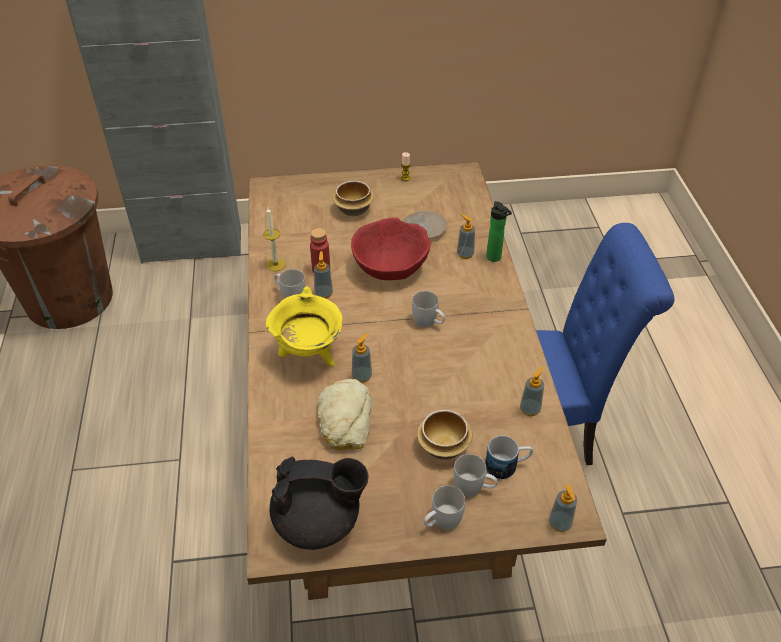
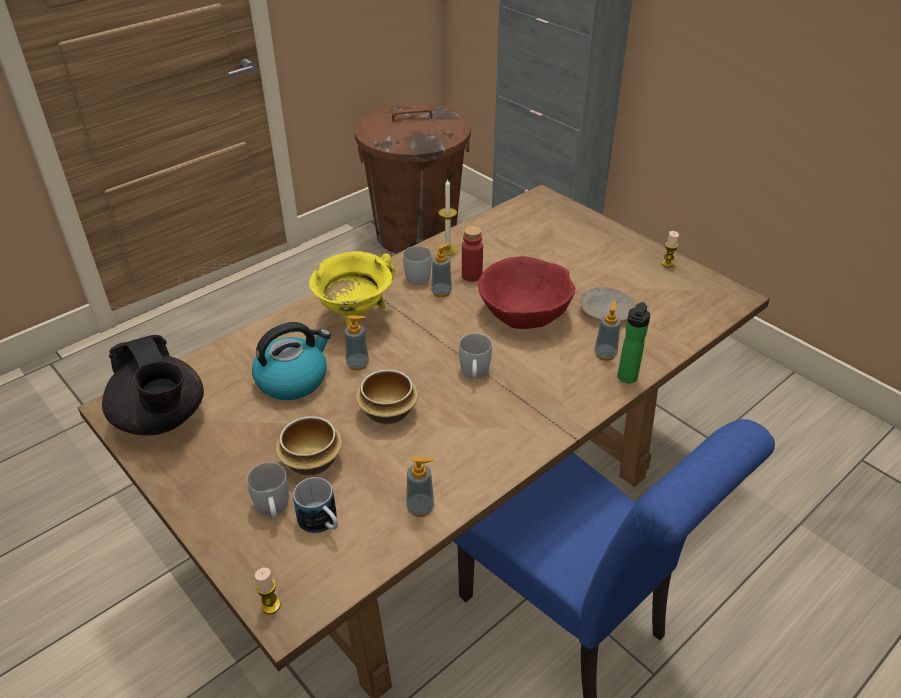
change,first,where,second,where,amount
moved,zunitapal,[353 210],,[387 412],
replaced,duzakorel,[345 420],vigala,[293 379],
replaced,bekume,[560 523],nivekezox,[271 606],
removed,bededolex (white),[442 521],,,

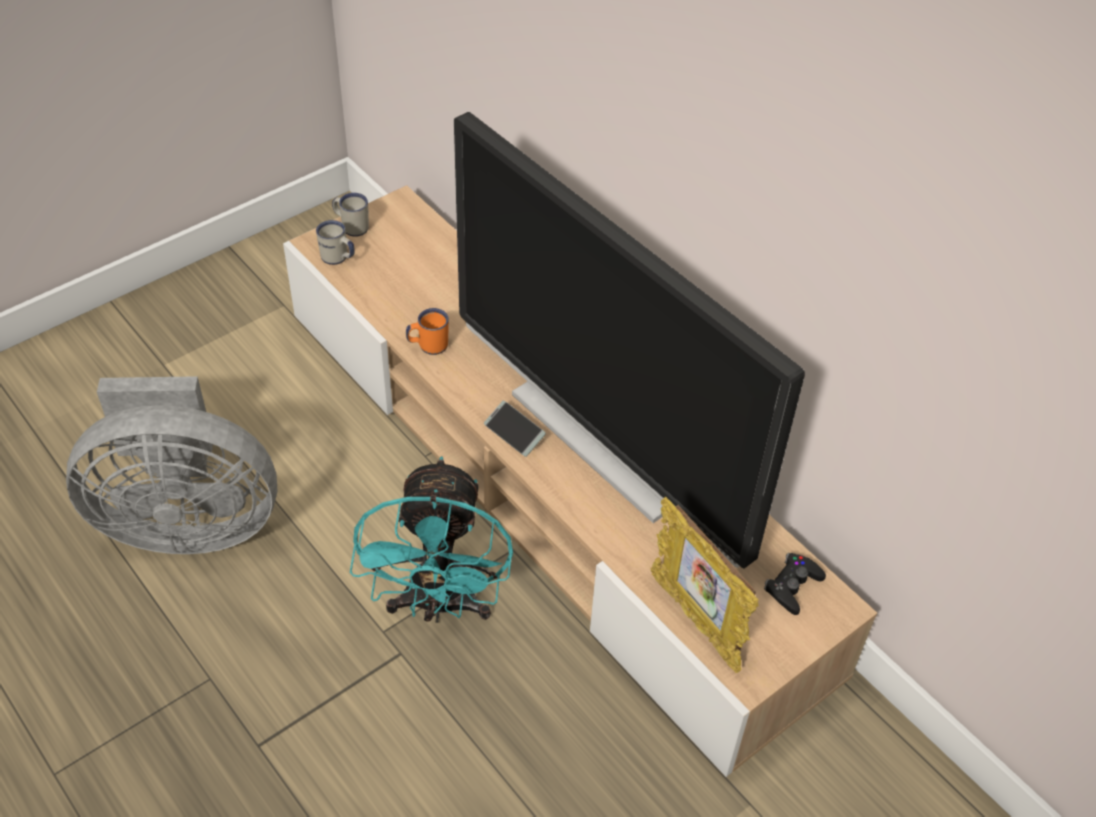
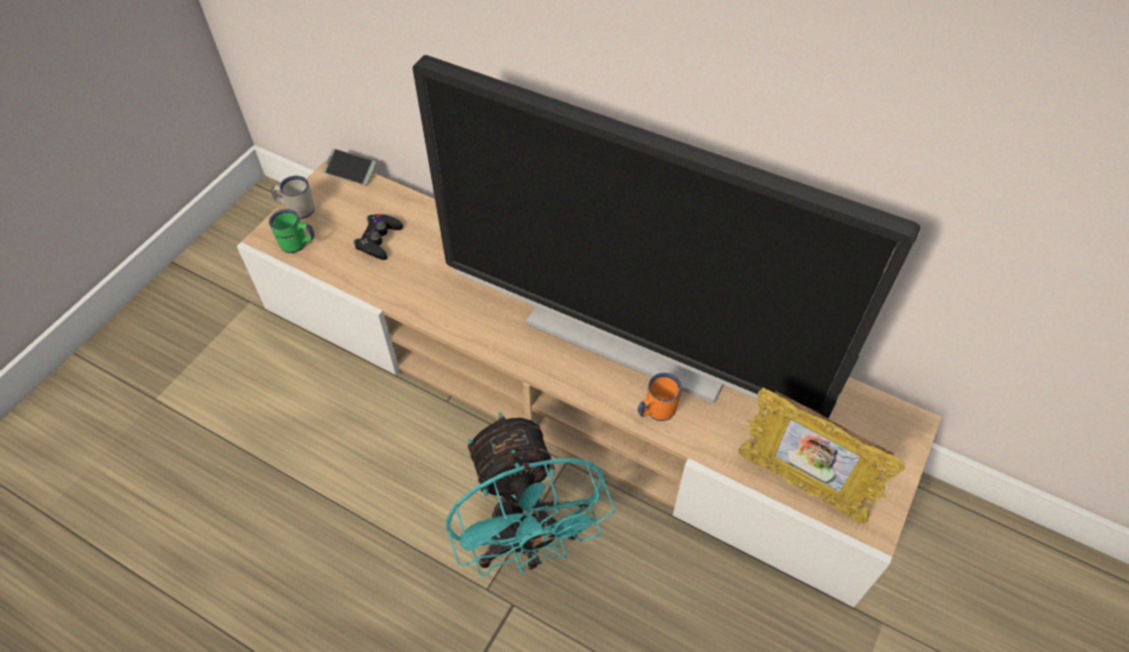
change,first,where,second,where,amount
recoloured,bededolex (white),[338 258],bededolex (green),[298 244],
moved,bededolex (orange),[428 345],,[655 411],
removed,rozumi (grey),[186 521],,,
moved,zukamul,[514 433],,[350 171],
moved,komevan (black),[792 586],,[379 240],

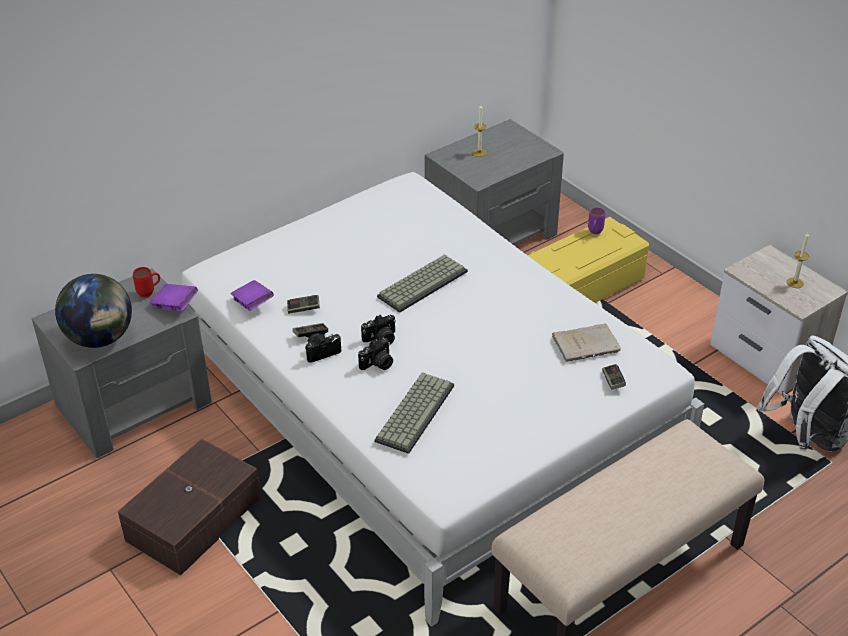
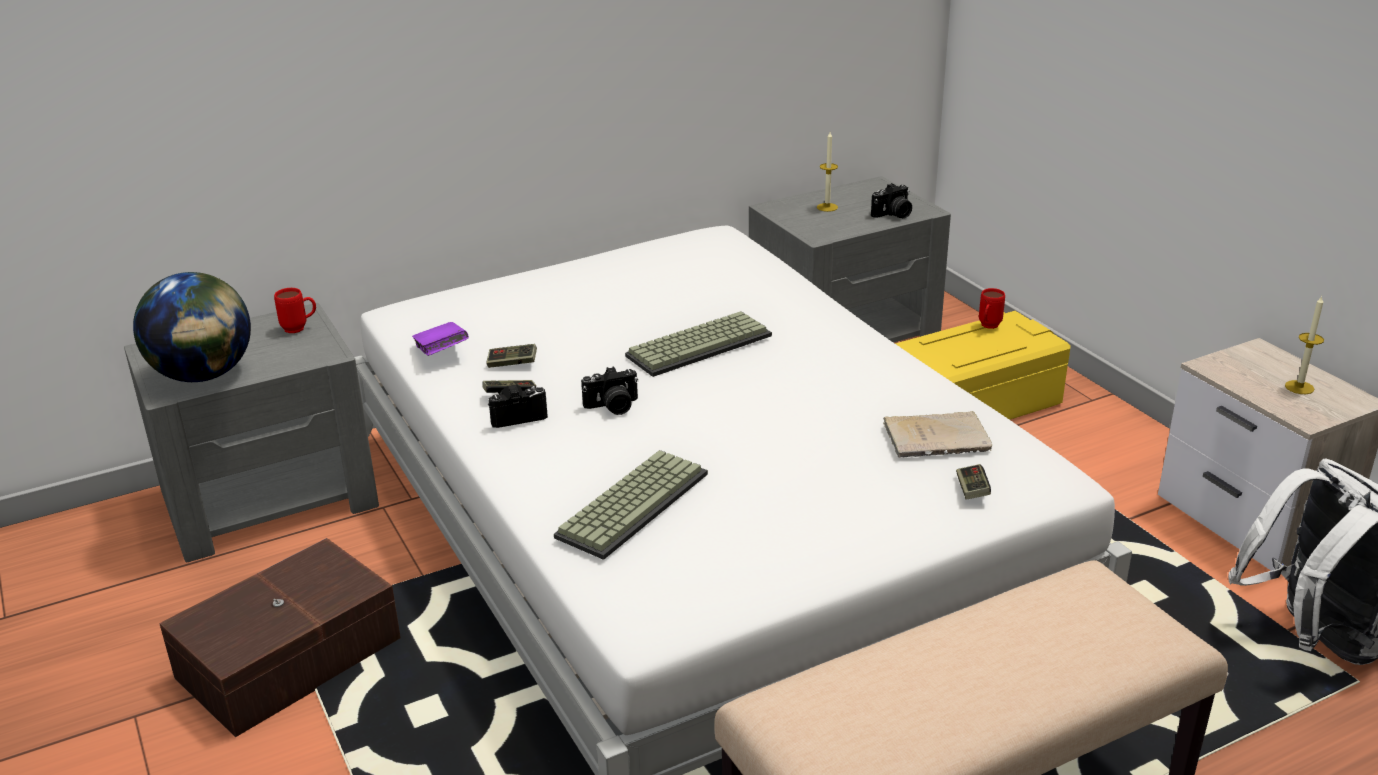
change,first,where,second,where,amount
recoloured,bededolex (purple),[594 233],bededolex (red),[988 327],
removed,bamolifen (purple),[175 306],,,
moved,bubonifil,[378 364],,[893 215],

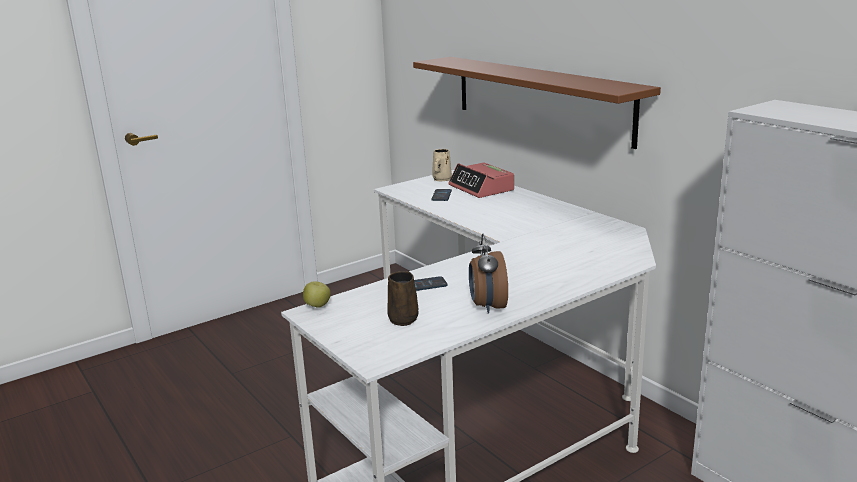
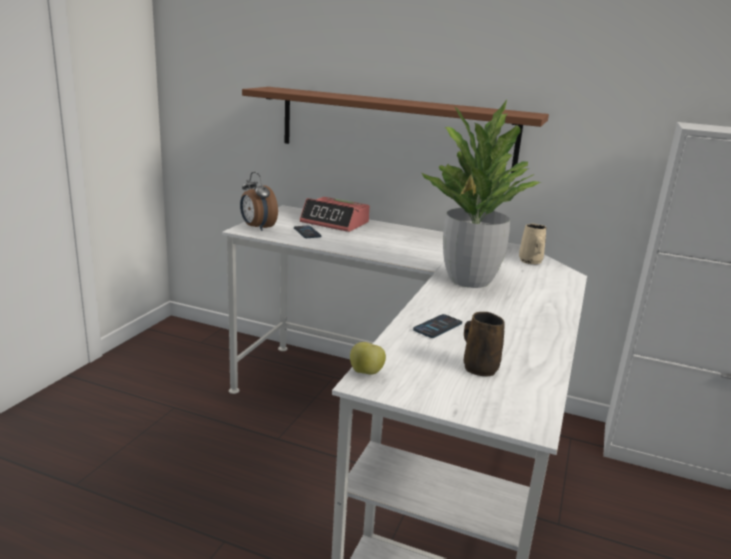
change,first,where,second,where,amount
moved,bededolex (beige),[441 179],,[530 262],
moved,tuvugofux,[487 306],,[257 228],
added,,,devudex,[469 280],

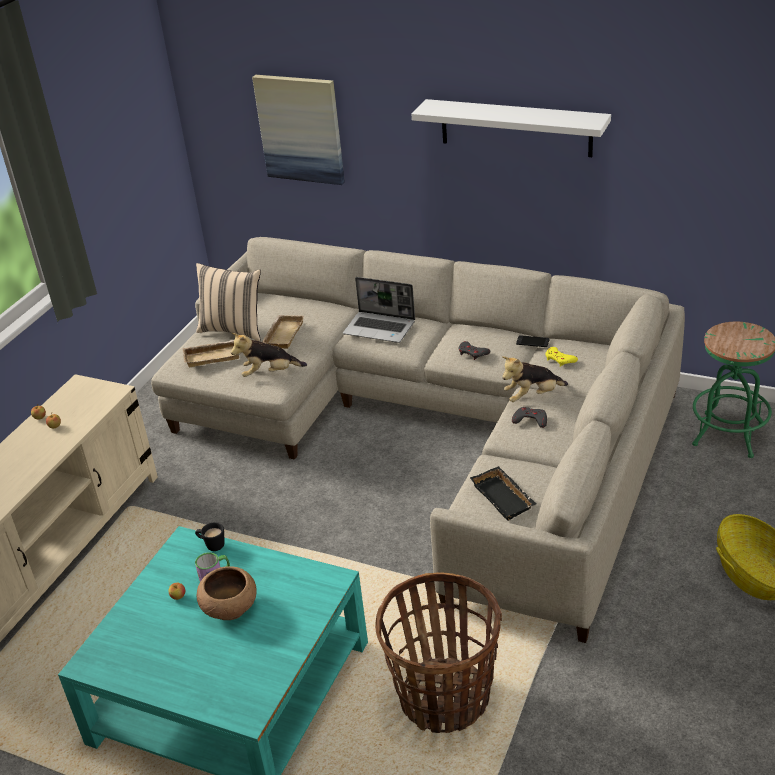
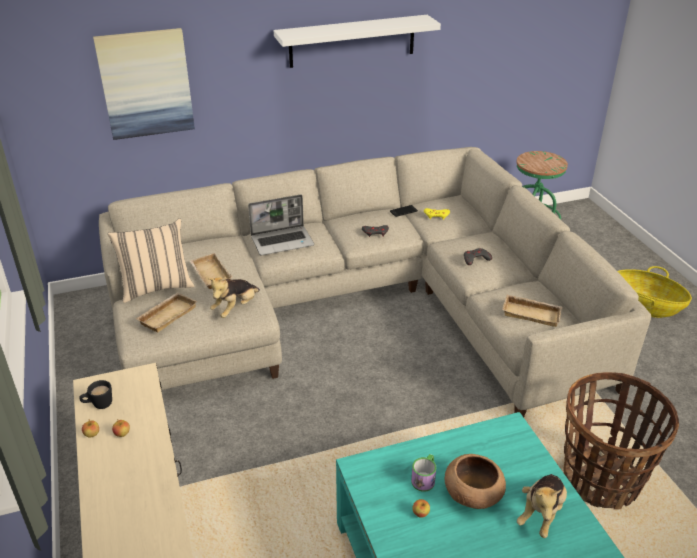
change,first,where,second,where,amount
moved,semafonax,[532 396],,[541 513],
recoloured,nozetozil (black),[505 497],nozetozil (beige),[532 313],
moved,bededolex (black),[212 545],,[98 405],

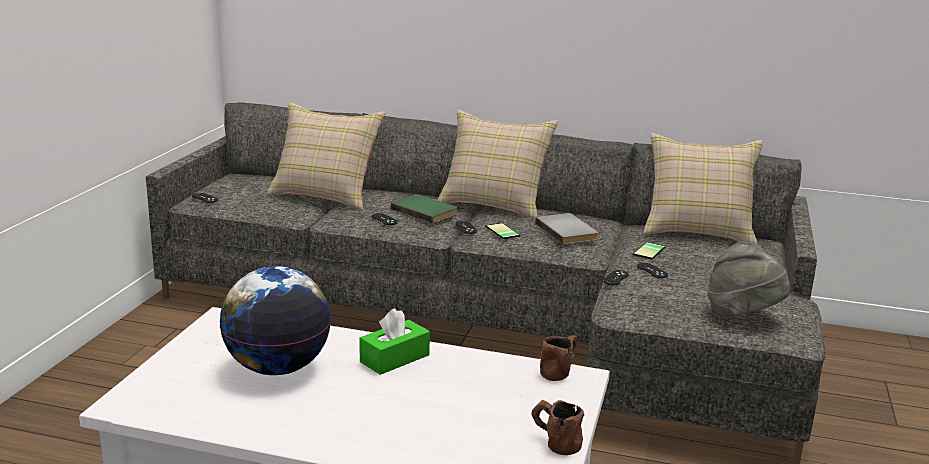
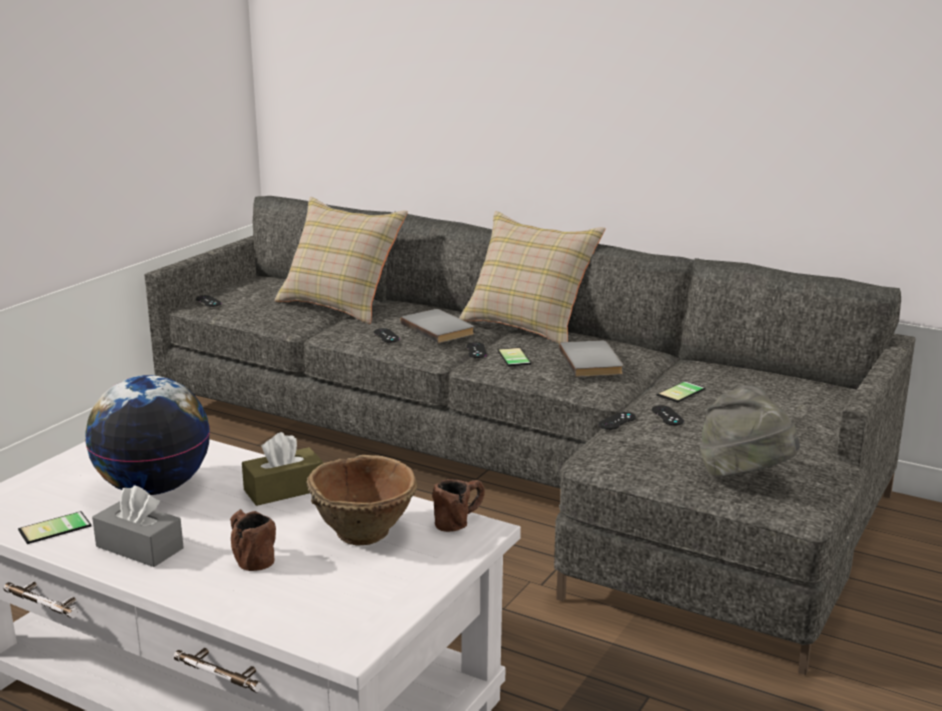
change,first,where,second,where,amount
removed,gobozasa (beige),[698 230],,,
recoloured,bamolifen (green),[425 211],bamolifen (grey),[439 328],
recoloured,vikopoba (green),[394 358],vikopoba (brown),[284 490],
moved,bededolex (brown),[554 442],,[249 557],
added,,,zunitapal (brown),[364 531],
added,,,vikopoba (grey),[139 547],
added,,,zukamul,[56 529],

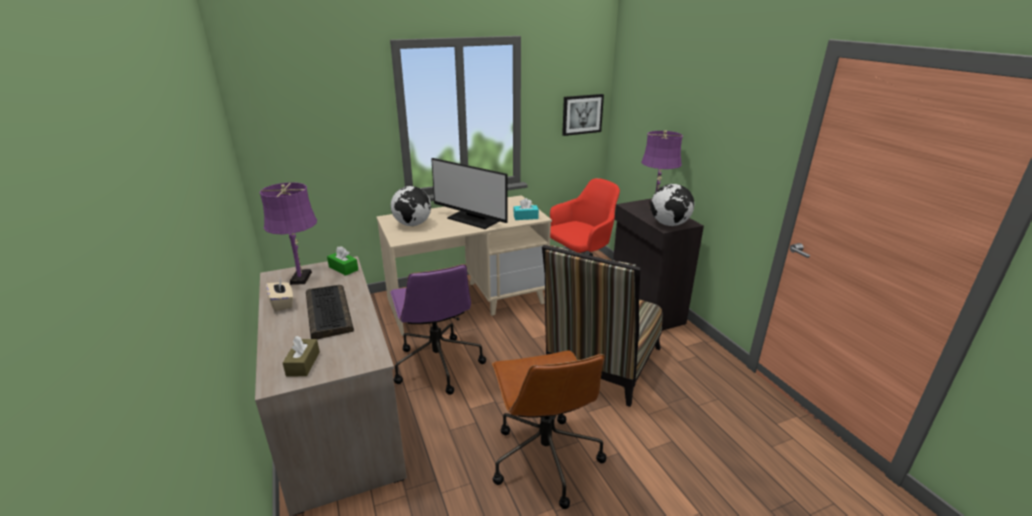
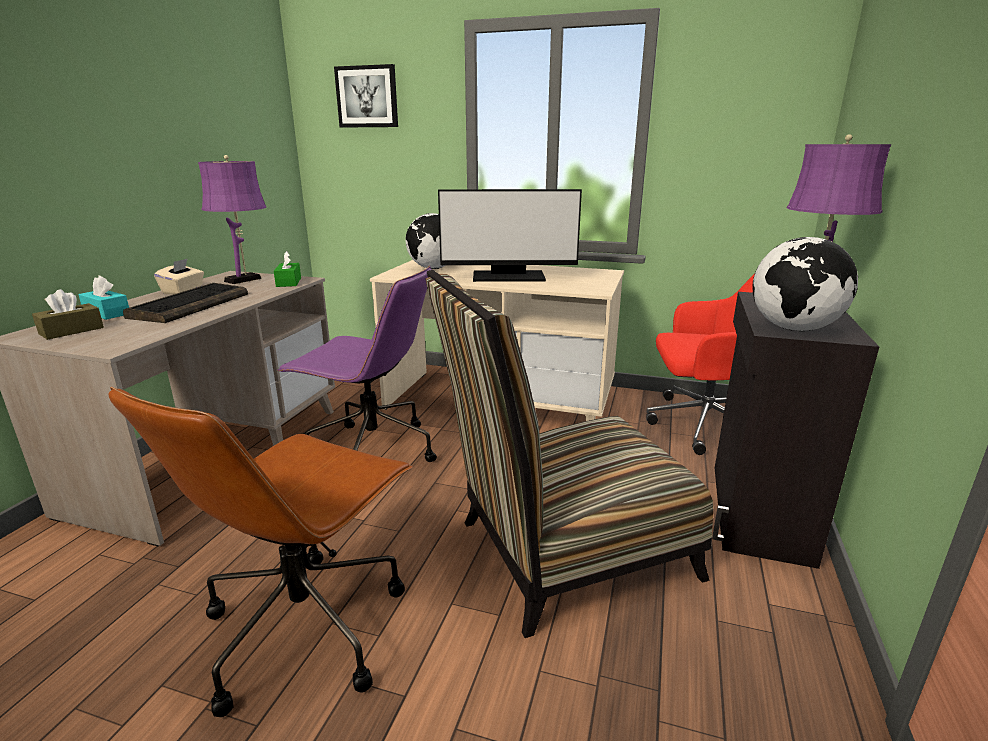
change,first,where,second,where,amount
moved,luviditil,[582 114],,[367 97],
turned,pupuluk,[473 219],,[508 277],75 degrees counterclockwise
moved,vikopoba (turquoise),[525 217],,[107 313],
turned,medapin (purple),[437 364],,[371 450],90 degrees counterclockwise

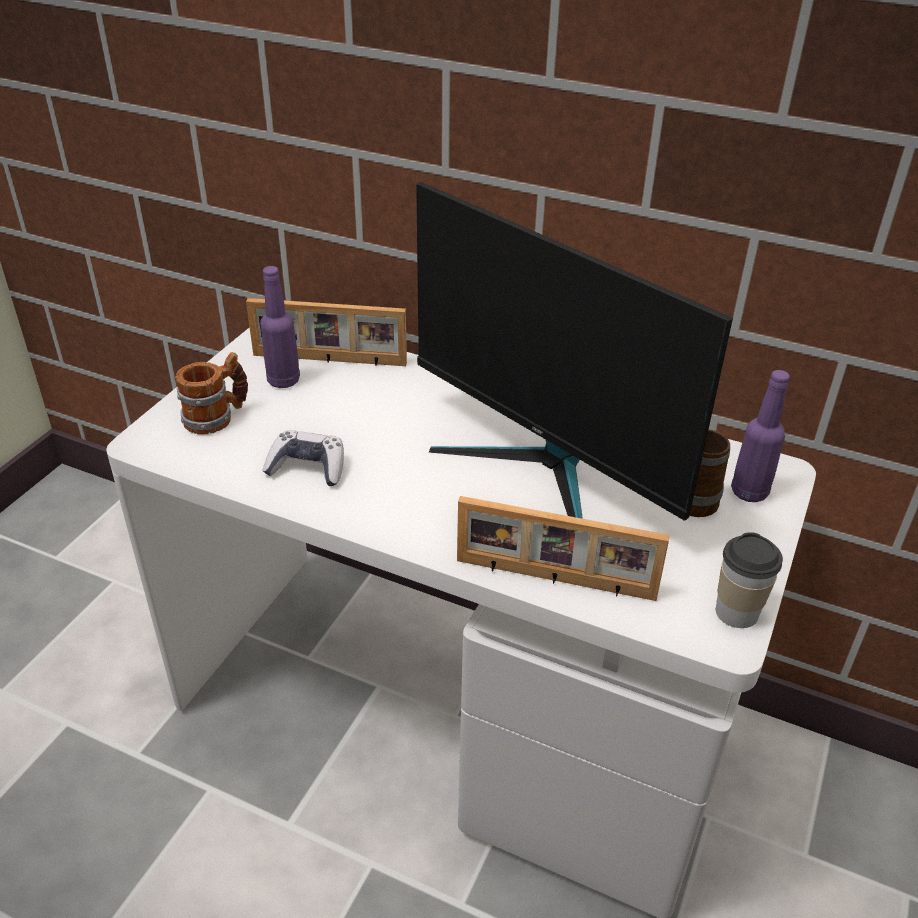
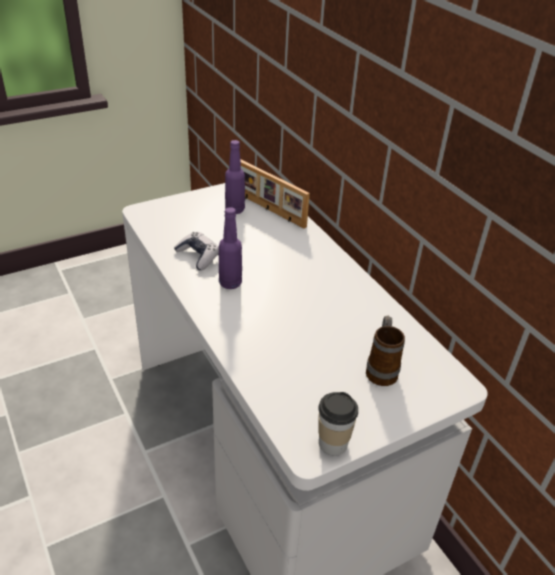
change,first,where,second,where,amount
removed,pupuluk,[544 469],,,
removed,bededolex,[217 417],,,
moved,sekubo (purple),[749 492],,[230 283],
removed,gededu,[554 580],,,

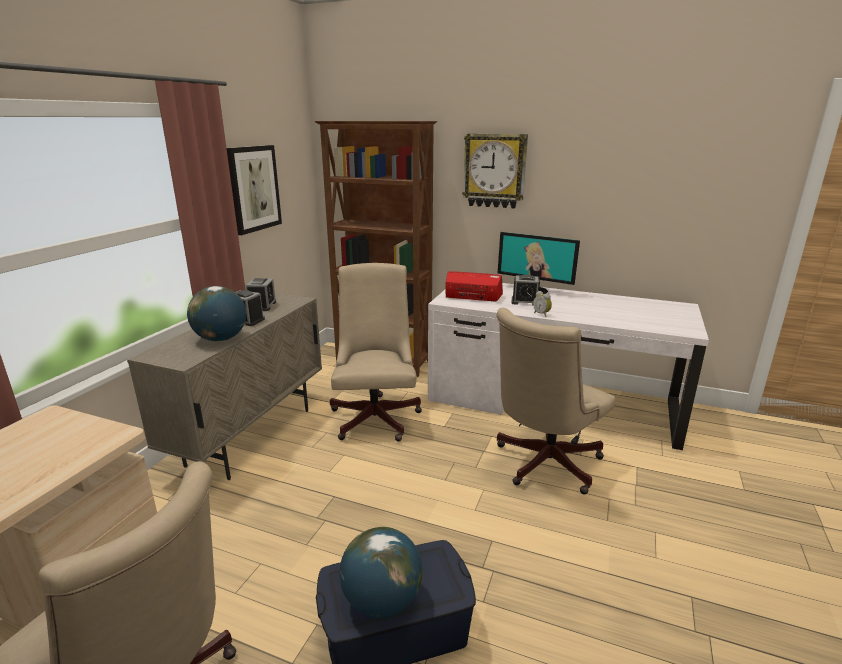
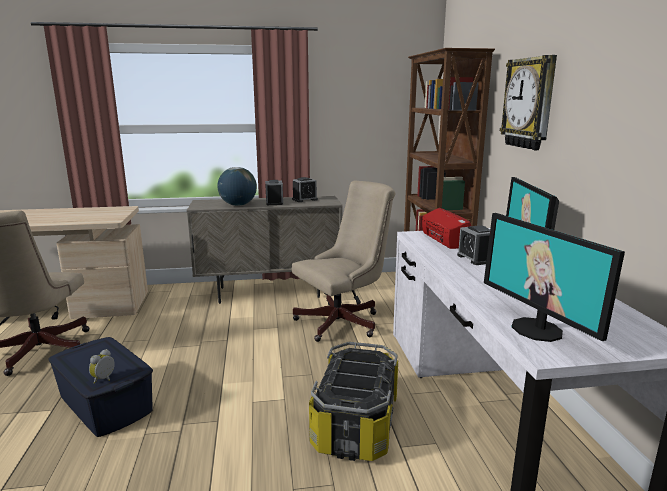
change,first,where,second,where,amount
removed,luviditil,[254 188],,,
moved,tuvugofux,[542 314],,[105 379],
replaced,medapin (beige),[543 464],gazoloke,[355 424],
removed,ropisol,[382 601],,,
added,,,pupuluk,[537 329],

